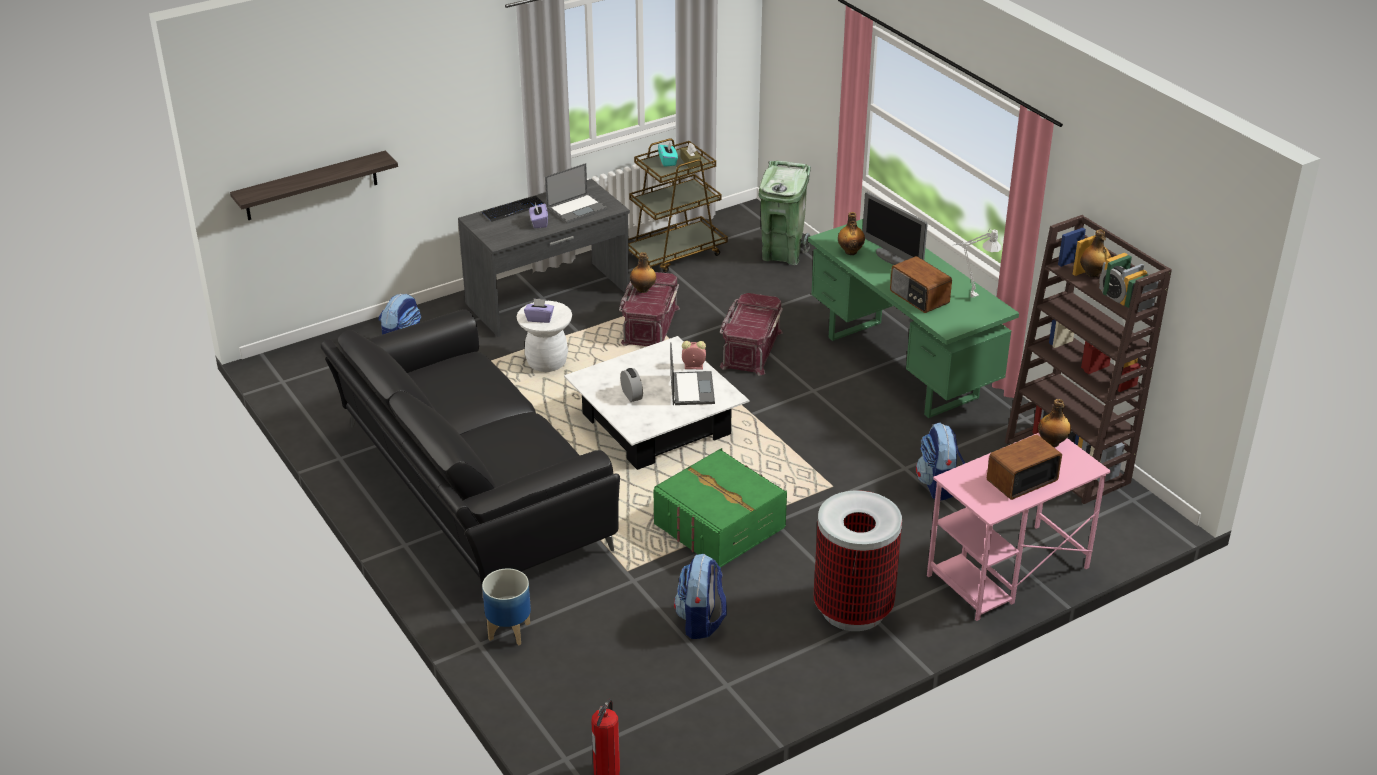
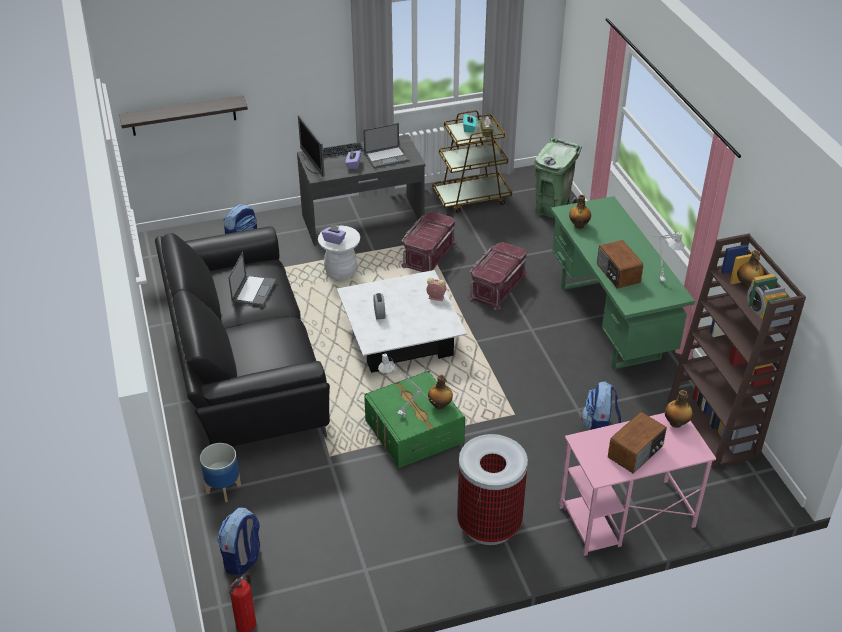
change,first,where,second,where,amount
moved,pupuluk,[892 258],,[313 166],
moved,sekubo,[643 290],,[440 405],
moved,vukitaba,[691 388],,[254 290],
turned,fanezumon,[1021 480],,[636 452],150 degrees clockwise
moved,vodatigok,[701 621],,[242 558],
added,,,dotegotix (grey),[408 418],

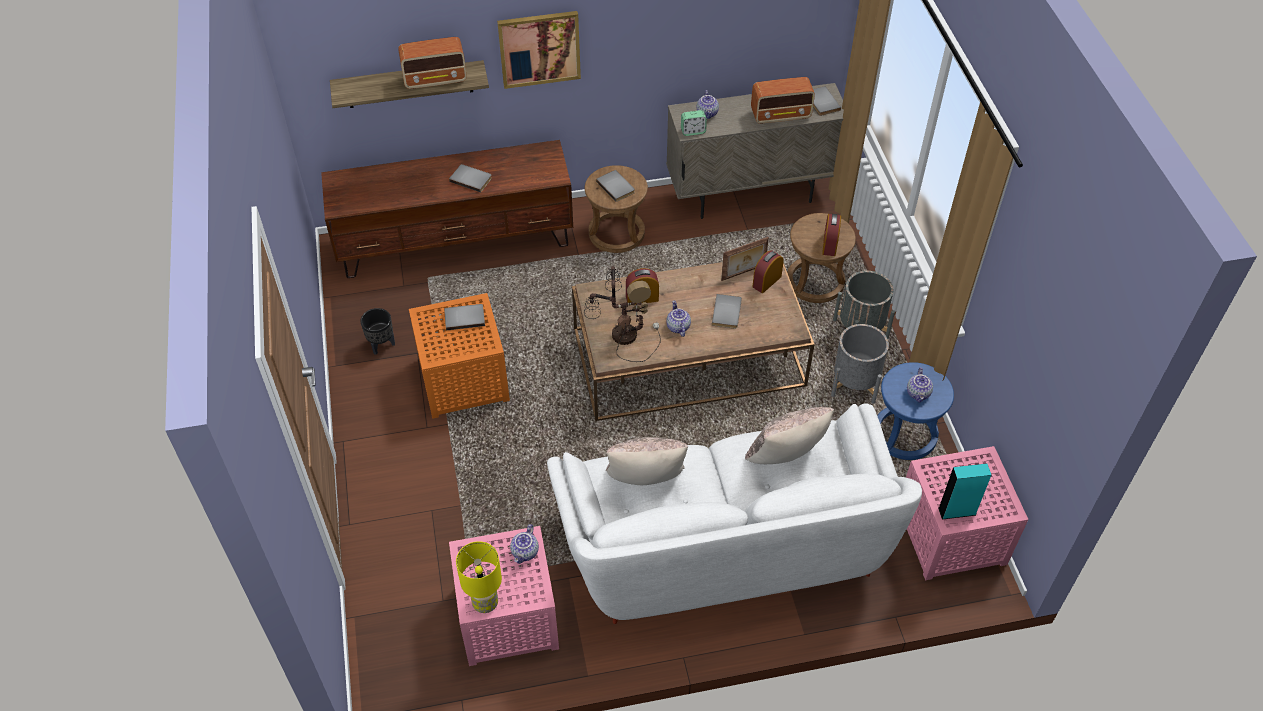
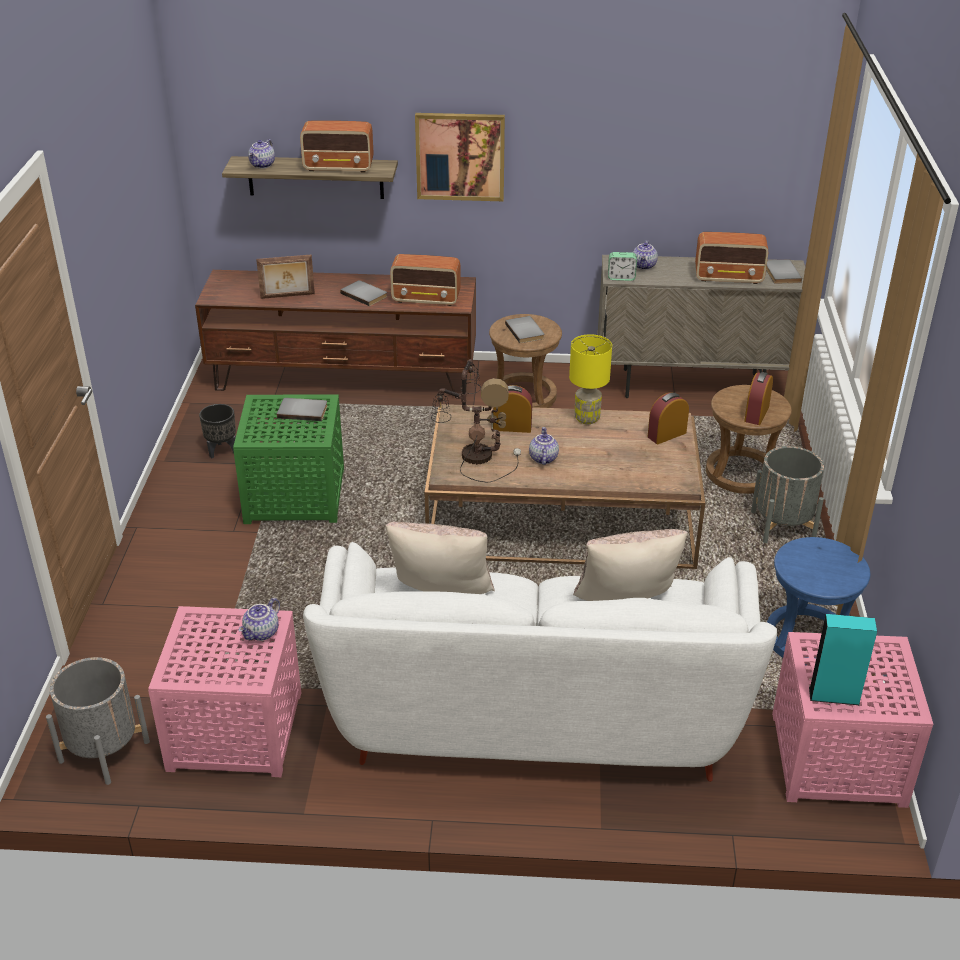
change,first,where,second,where,amount
moved,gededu,[743 273],,[287 296],
recoloured,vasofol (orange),[465 380],vasofol (green),[296 496],
removed,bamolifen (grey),[728 313],,,
moved,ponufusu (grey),[854 383],,[104 751],
moved,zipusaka,[918 393],,[263 165],
moved,dotegotix (yellow),[485 603],,[586 419],
added,,,fanezumon,[427 299],

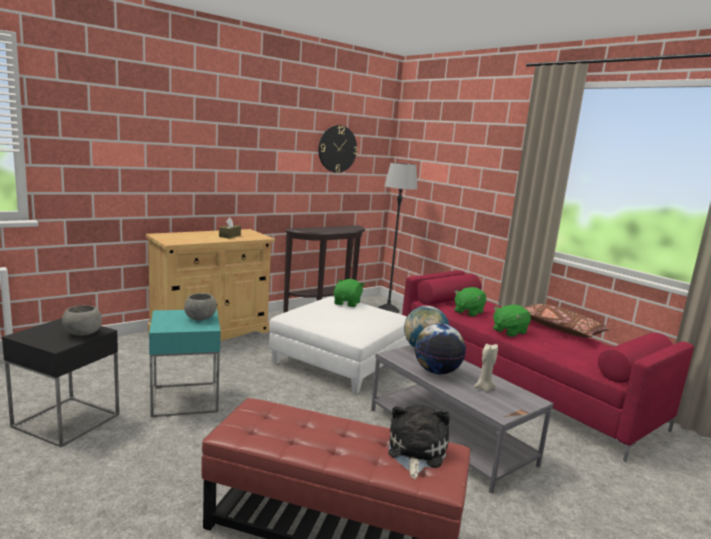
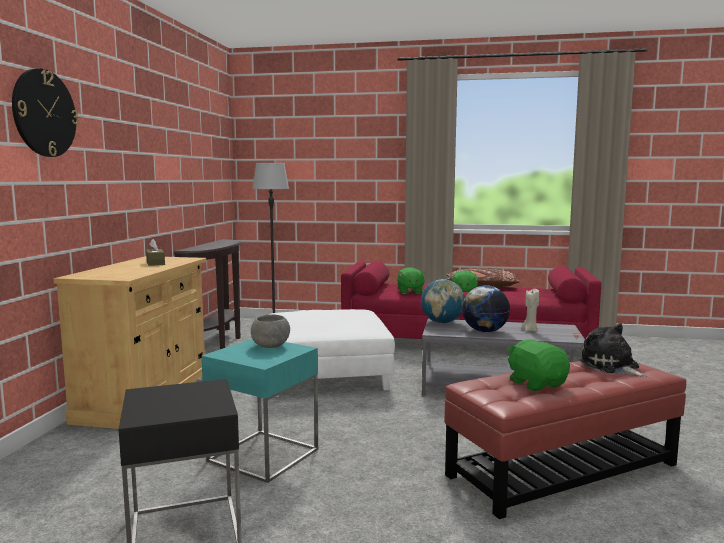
change,first,where,second,where,amount
moved,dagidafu,[337 149],,[44 113],
moved,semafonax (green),[347 303],,[536 383],
removed,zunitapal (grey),[82 334],,,

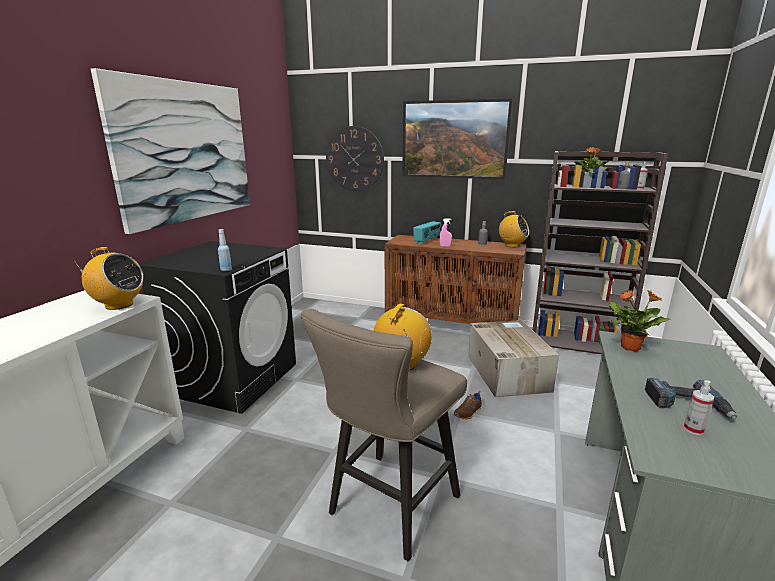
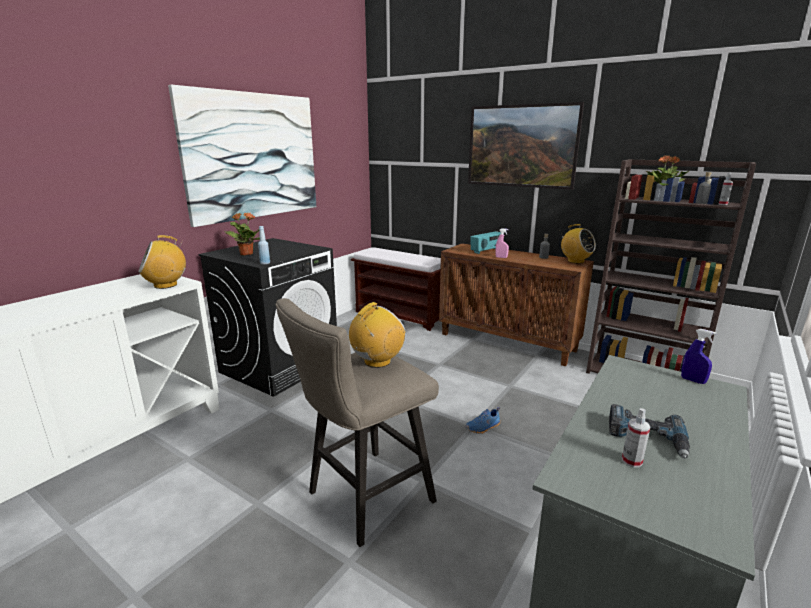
change,first,where,second,where,amount
removed,dagidafu,[354 159],,,
turned,fanezumon,[118 305],,[166 285],120 degrees clockwise
moved,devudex,[629 347],,[246 254],
removed,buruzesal,[506 372],,,
recoloured,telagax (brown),[468 412],telagax (blue),[483 427],
added,,,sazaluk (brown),[401 316],
added,,,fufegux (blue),[693 380],

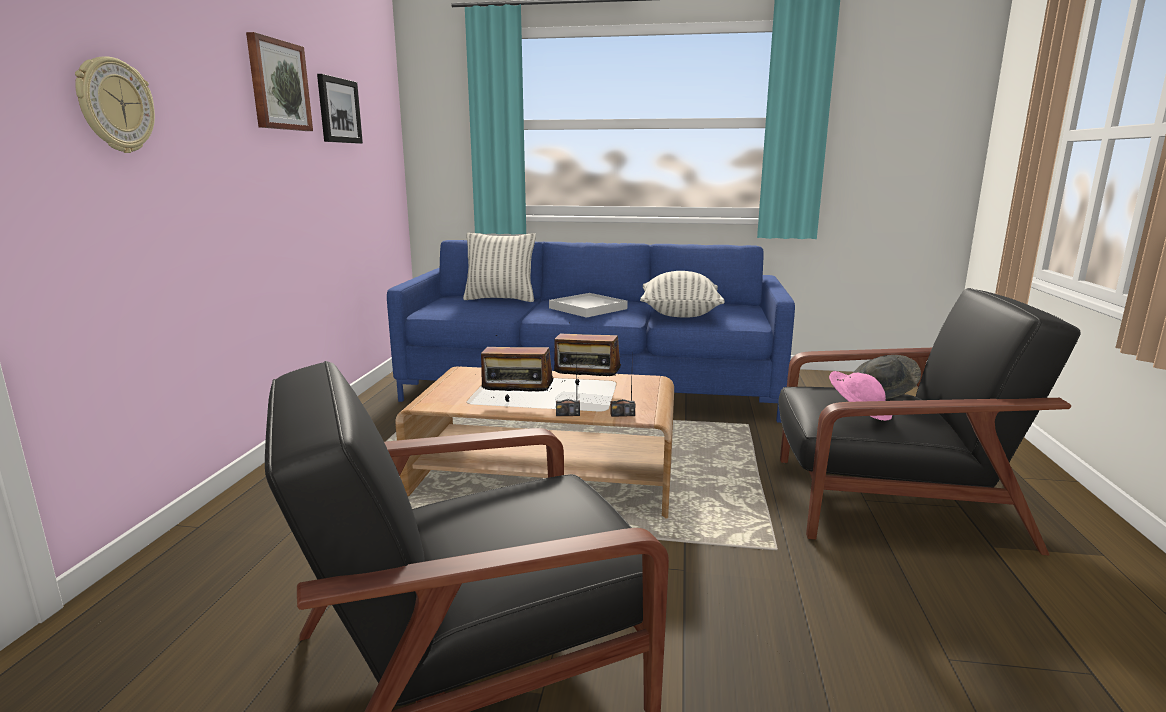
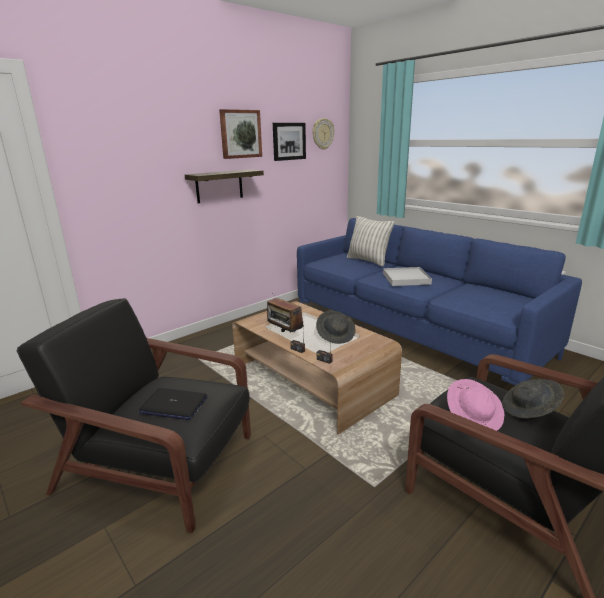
change,first,where,second,where,amount
moved,dagidafu,[115 105],,[322 134],
removed,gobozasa,[680 314],,,
replaced,fanezumon,[587 388],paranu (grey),[336 335],
added,,,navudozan,[219 186],
added,,,vukitaba,[173 405],

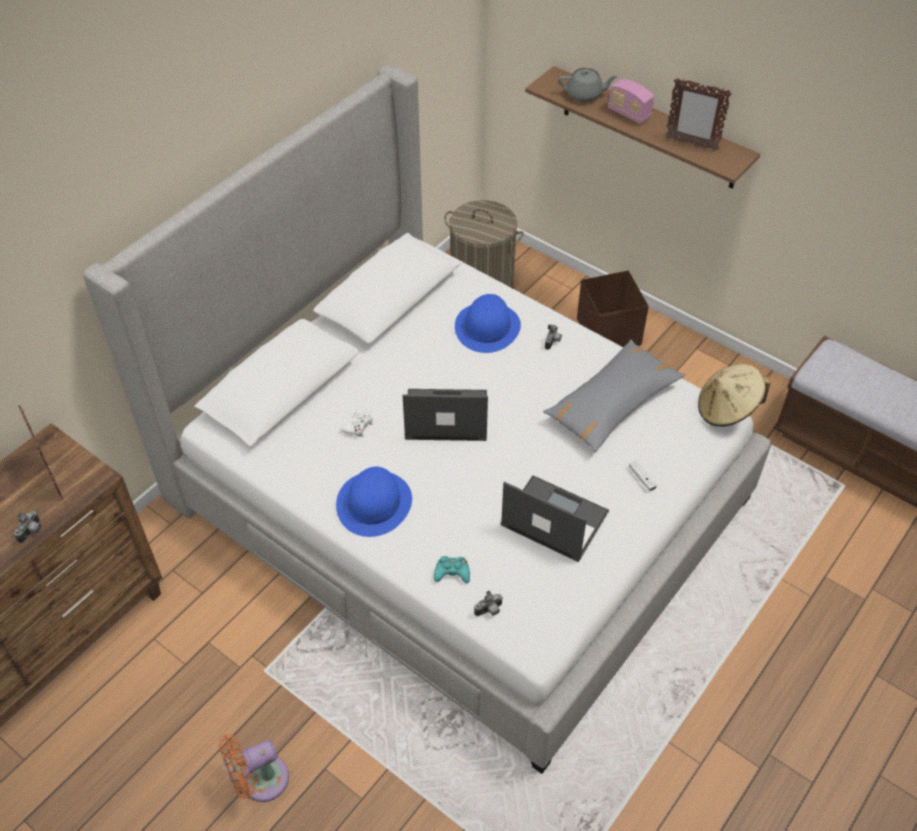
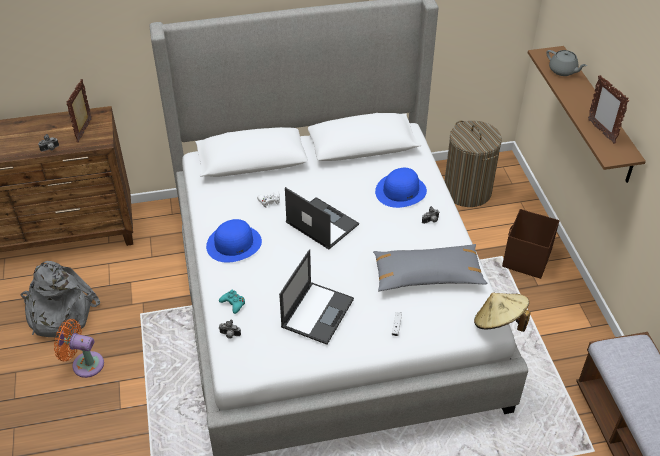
change,first,where,second,where,amount
removed,fanezumon,[628 114],,,
turned,vukitaba,[553 518],,[317 312],45 degrees clockwise
added,,,vodatigok (grey),[59 313],

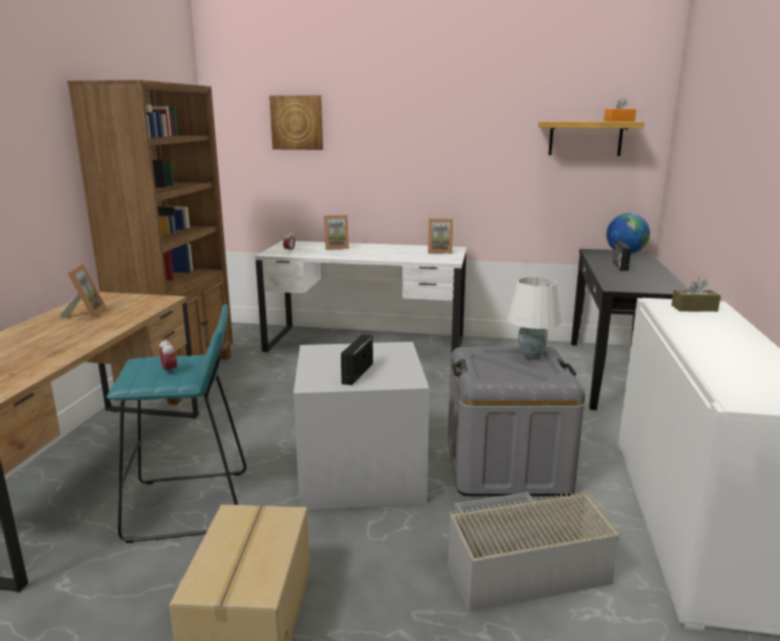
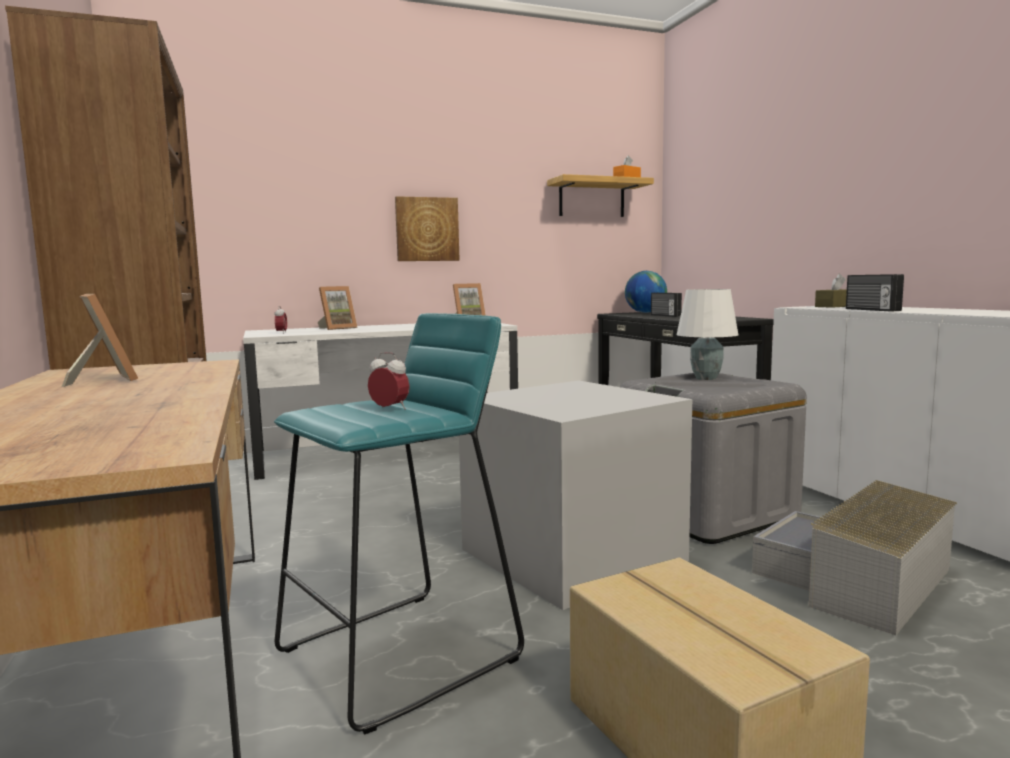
change,first,where,second,where,amount
moved,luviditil,[297 122],,[427 229],
moved,fanezumon,[356 373],,[871 310],

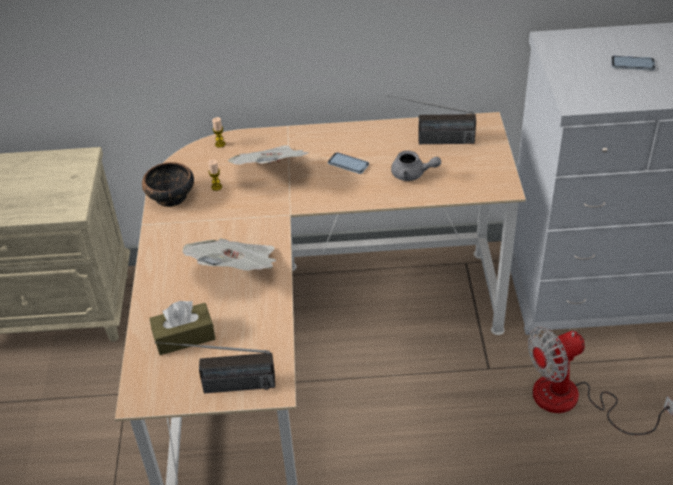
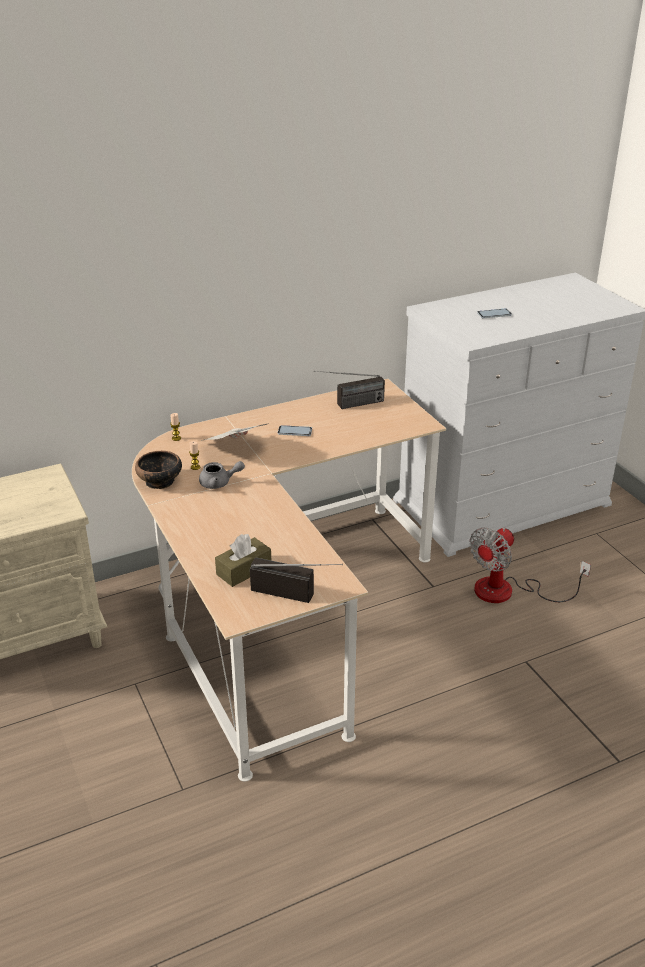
change,first,where,second,where,amount
moved,zipusaka (grey),[412 174],,[219 483],
removed,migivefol,[237 271],,,
turned,fanezumon,[220 387],,[298 594],135 degrees counterclockwise

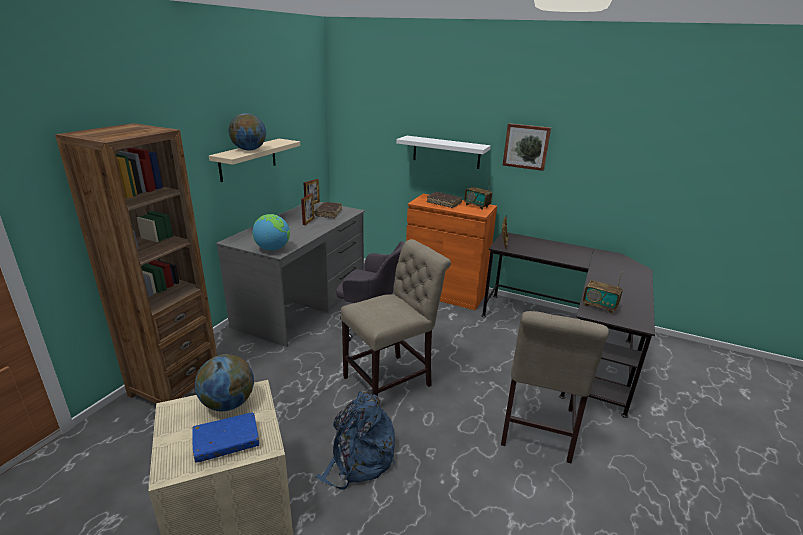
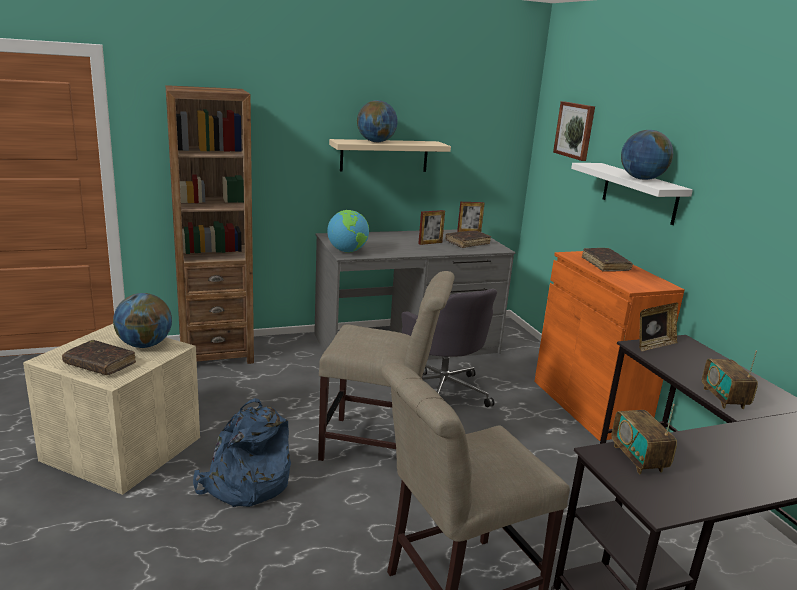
change,first,where,second,where,amount
moved,luviditil,[526 146],,[575 130],
moved,fanezumon,[477 206],,[724 398],
recoloured,bamolifen (blue),[226 442],bamolifen (brown),[100 364],
added,,,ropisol,[641 179],

